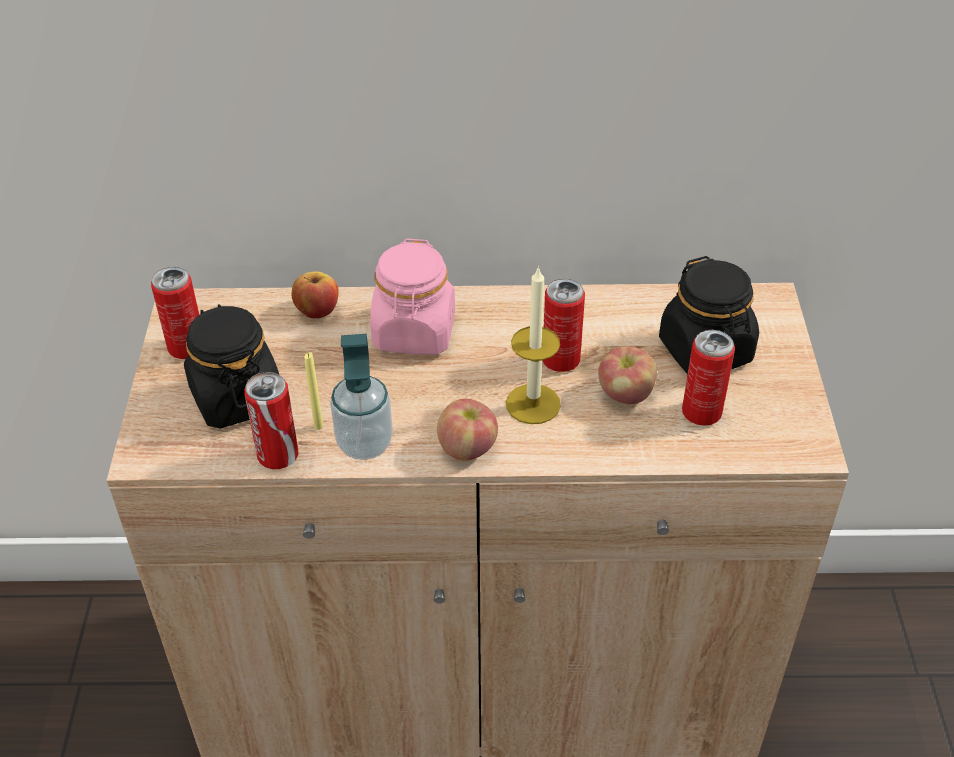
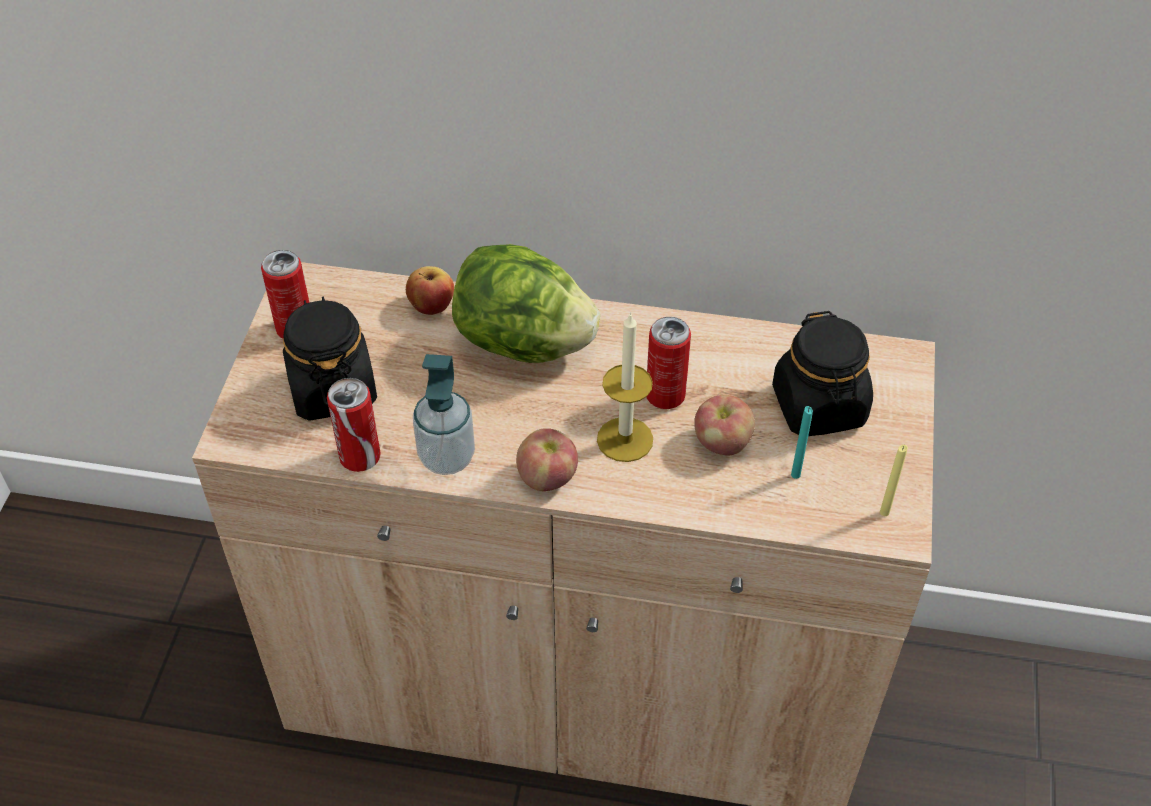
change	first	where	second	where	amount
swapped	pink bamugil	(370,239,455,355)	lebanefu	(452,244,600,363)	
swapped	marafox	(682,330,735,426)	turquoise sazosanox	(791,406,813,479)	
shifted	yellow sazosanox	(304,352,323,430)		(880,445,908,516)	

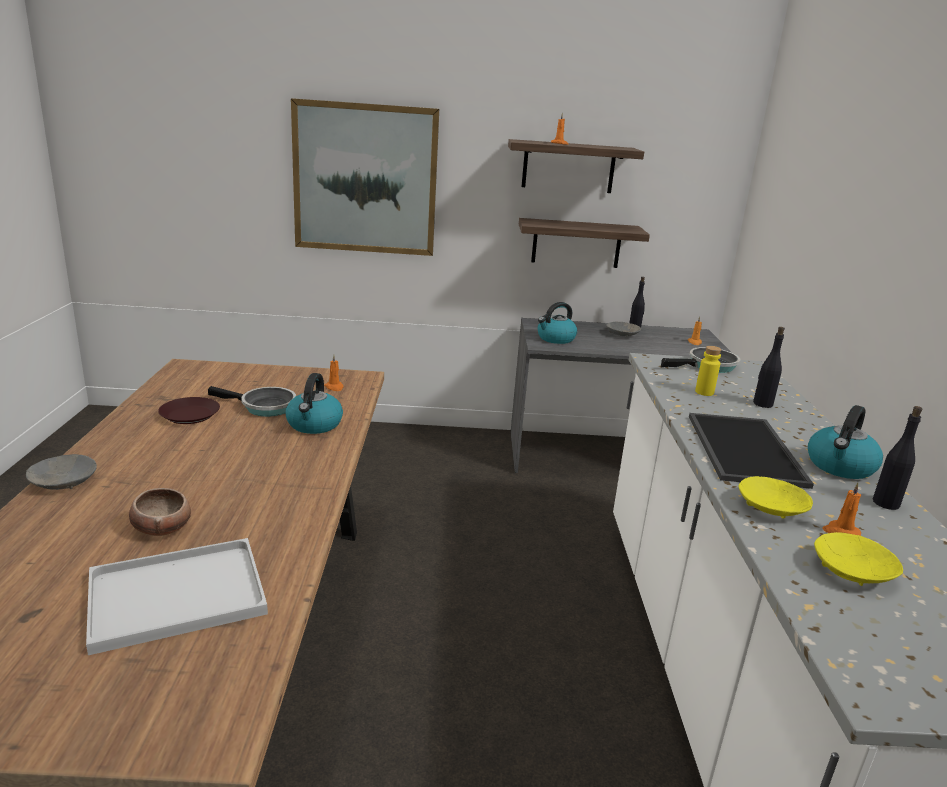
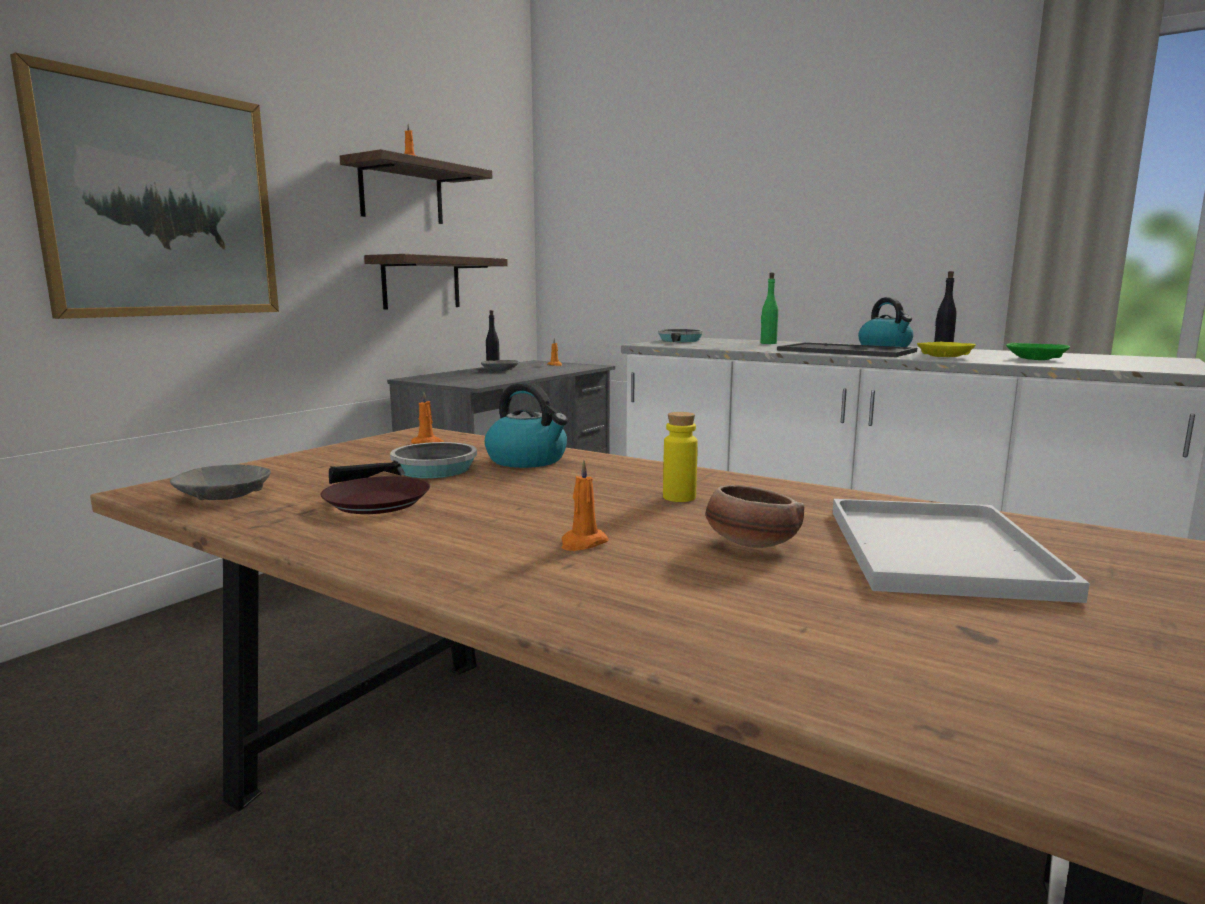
change	first	where	second	where	amount
gone	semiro	(538,302,577,344)			
repainted	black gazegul	(753,327,785,408)	green gazegul	(760,273,778,344)	
shifted	yellow gazegul	(695,346,722,396)		(663,412,698,502)	
shifted	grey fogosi	(26,454,97,490)		(170,465,271,500)	
shifted	orange sazosanox	(823,483,861,536)		(561,460,609,551)	
repainted	yellow fogosi	(814,532,903,586)	green fogosi	(1006,343,1070,360)	

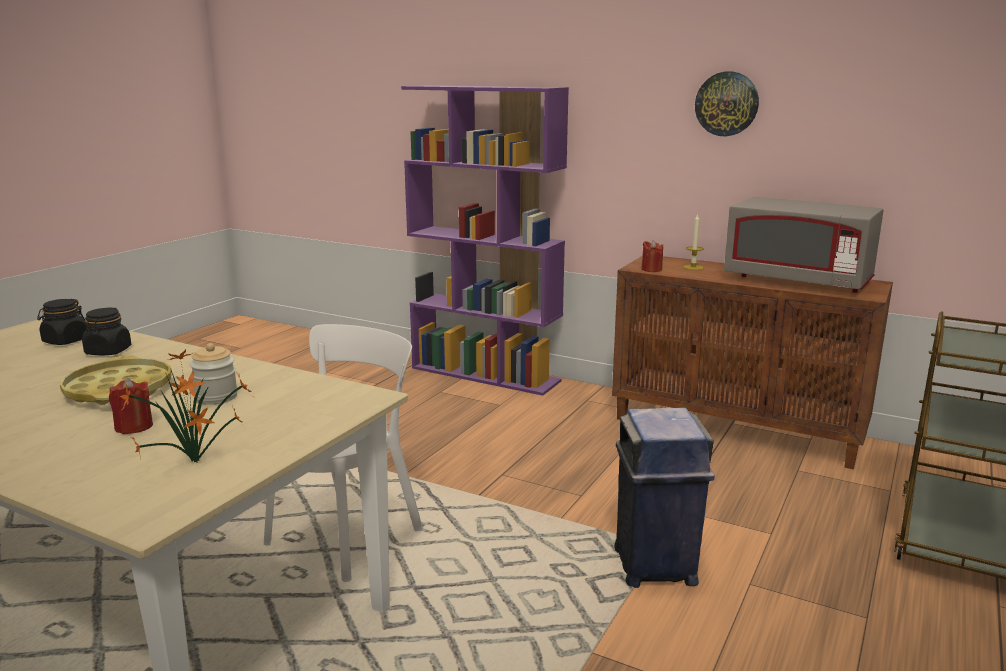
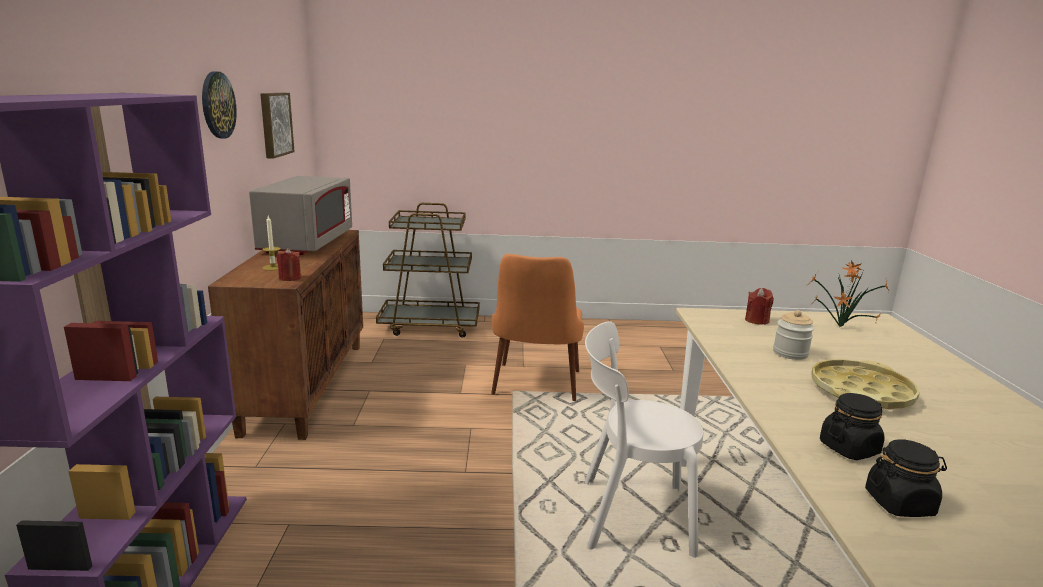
change	first	where	second	where	amount
shifted	red sazosanox	(109,378,153,434)		(745,288,774,325)	
swapped	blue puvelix	(615,408,715,588)	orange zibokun	(491,254,584,401)	
new			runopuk	(260,93,295,159)	

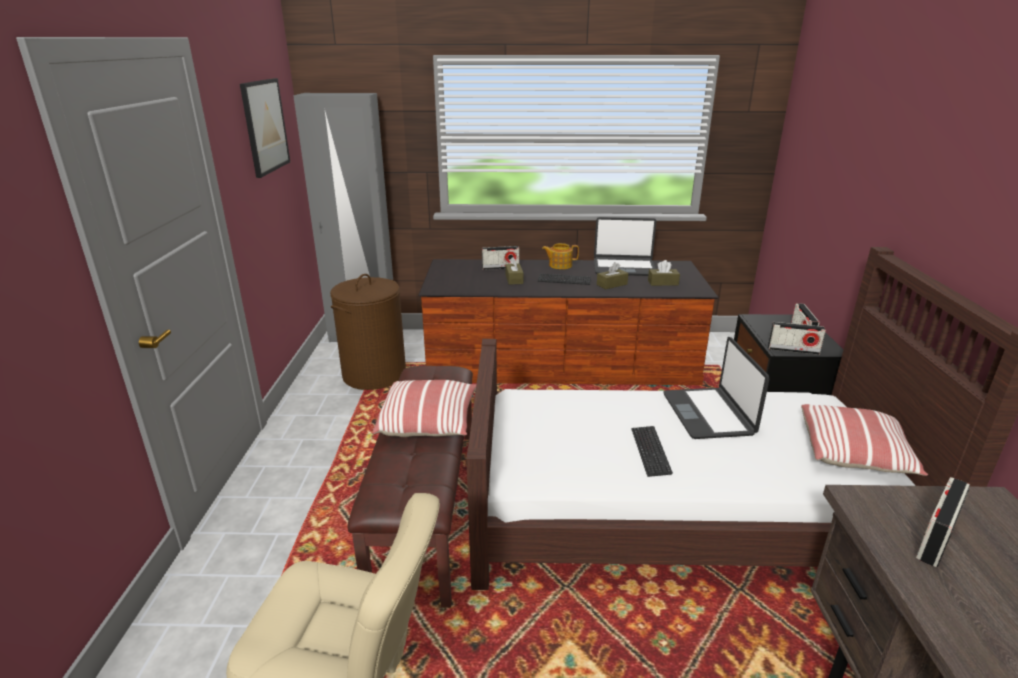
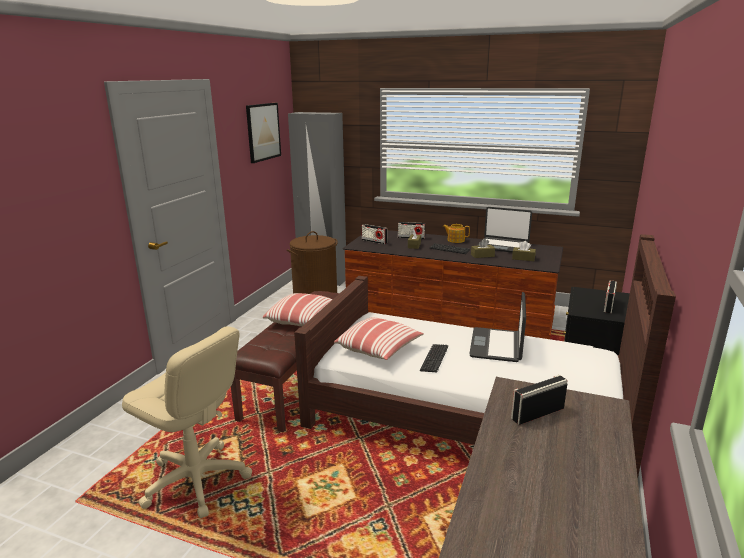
change	first	where	second	where	amount
shifted	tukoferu	(768,322,826,355)		(362,224,387,244)	
shifted	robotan	(801,404,928,476)		(334,317,424,360)	

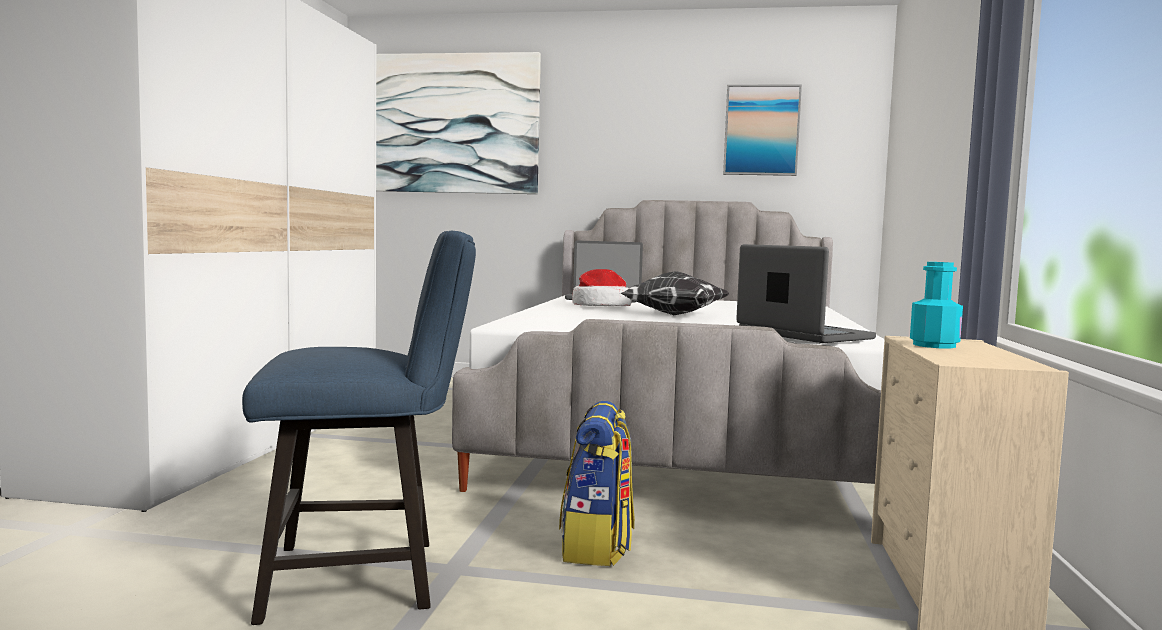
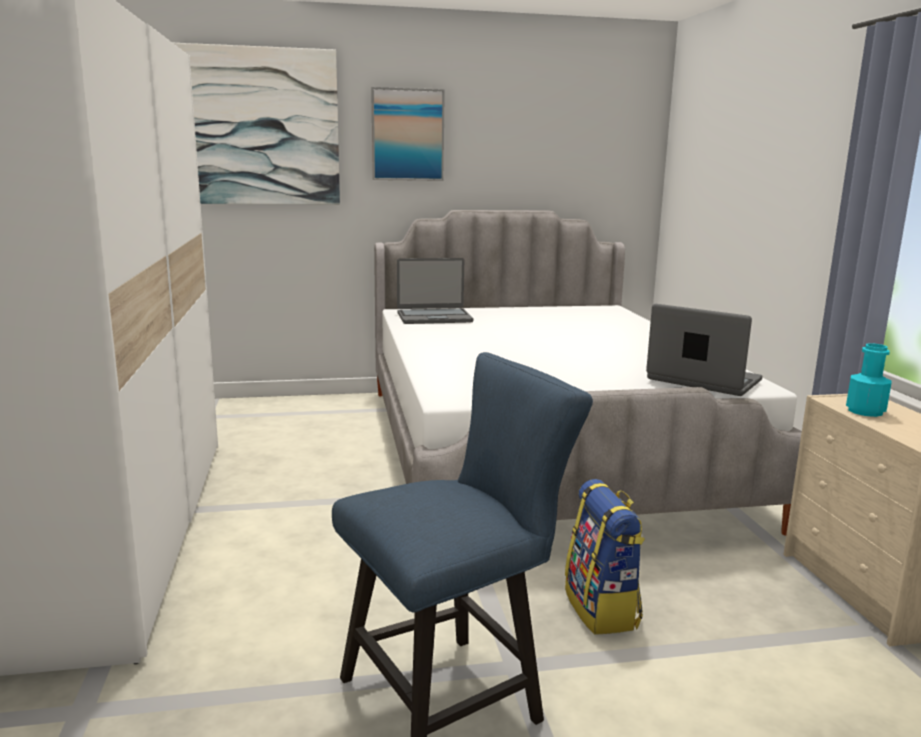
change	first	where	second	where	amount
shifted	runopuk	(723,84,802,176)		(371,87,445,181)	
gone	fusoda	(572,269,631,306)			
gone	robotan	(620,271,730,315)			

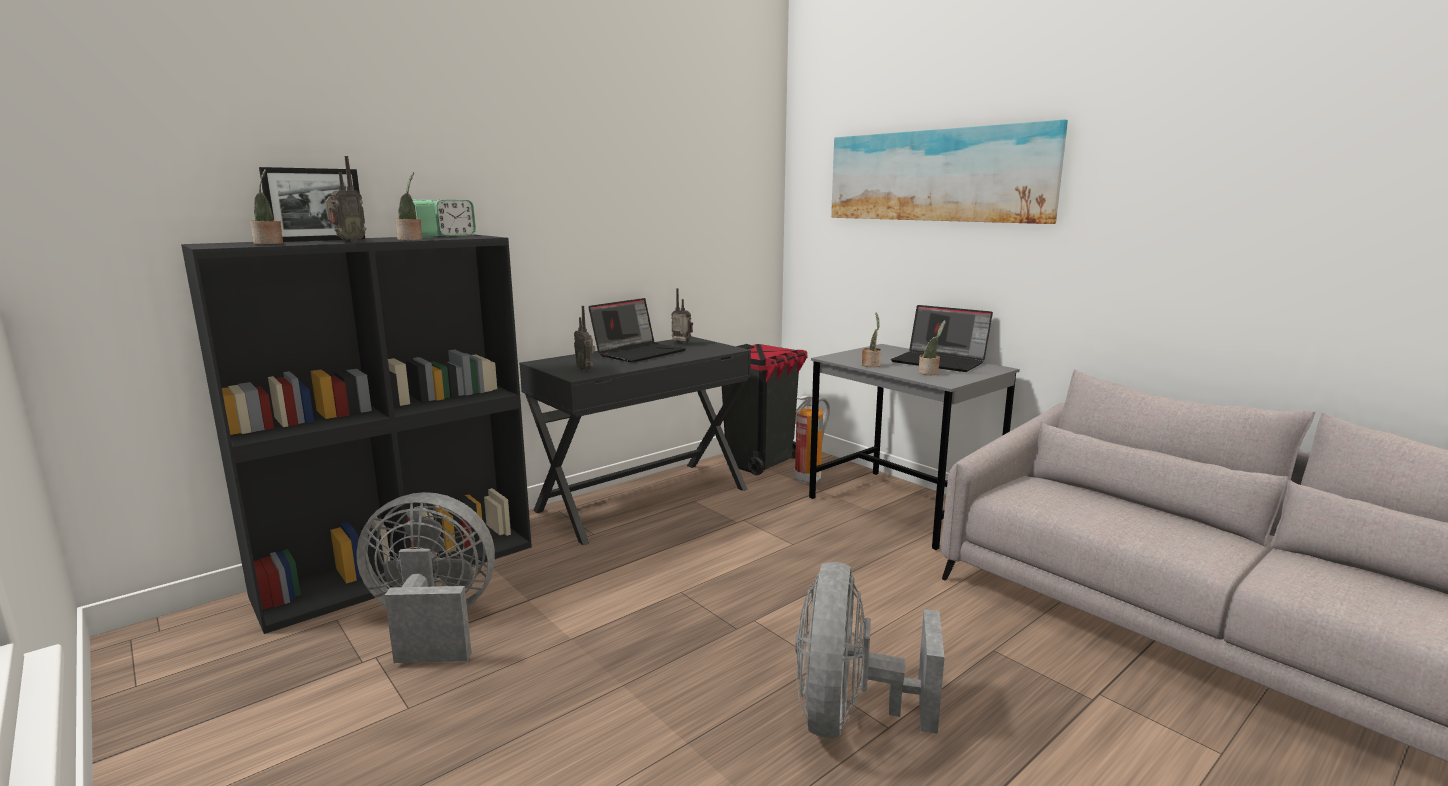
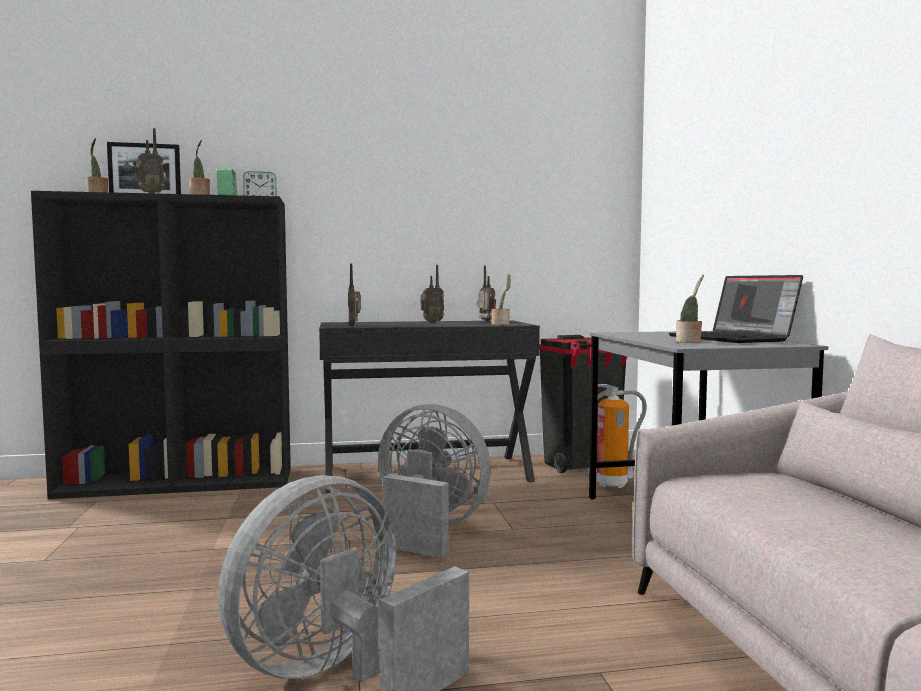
change	first	where	second	where	amount
gone	runopuk	(831,120,1068,224)			
swapped	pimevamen	(588,298,686,363)	tukoferu	(420,265,444,323)	
shifted	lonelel	(862,313,882,367)		(491,274,511,325)	
shifted	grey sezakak	(356,492,495,663)		(378,404,491,558)	

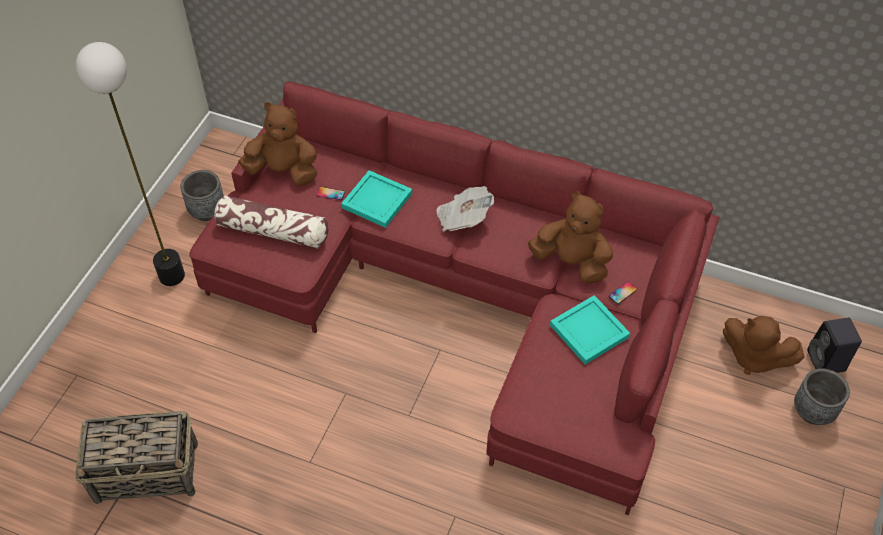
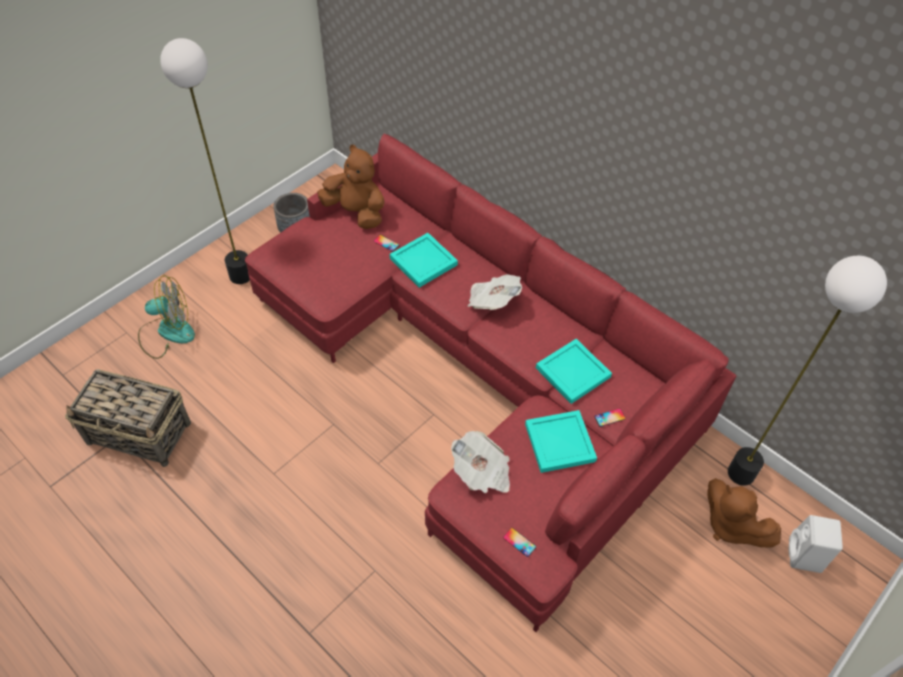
change	first	where	second	where	amount
swapped	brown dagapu	(528,191,613,284)	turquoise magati	(536,339,612,404)	
gone	robotan	(214,195,328,248)			
repainted	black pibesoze	(807,318,862,373)	white pibesoze	(789,515,843,573)	
gone	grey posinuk	(794,368,850,425)			
new			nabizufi	(728,256,887,486)	
new			sezakak	(138,275,195,359)	
new			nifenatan	(451,431,510,493)	
new			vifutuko	(503,528,536,557)	

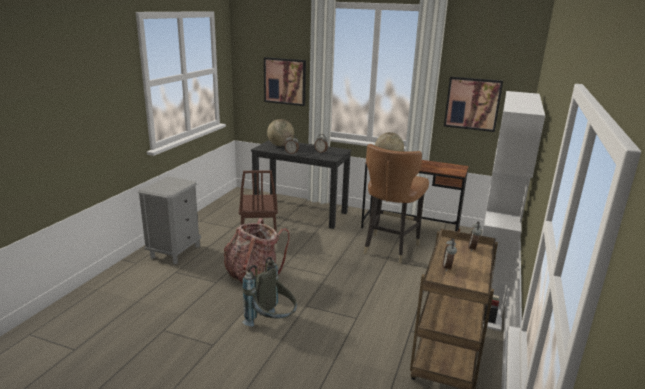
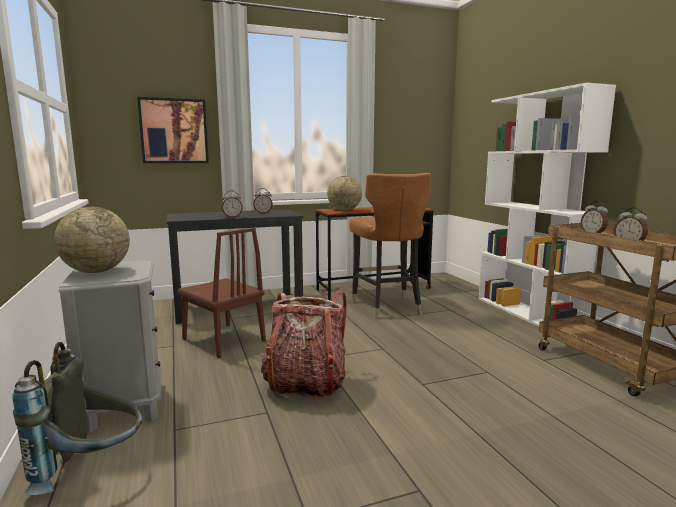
change	first	where	second	where	amount
gone	runopuk	(444,77,503,132)			
shifted	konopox	(267,119,294,146)		(54,206,130,273)	
shifted	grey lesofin	(242,257,297,326)		(13,342,142,495)	

